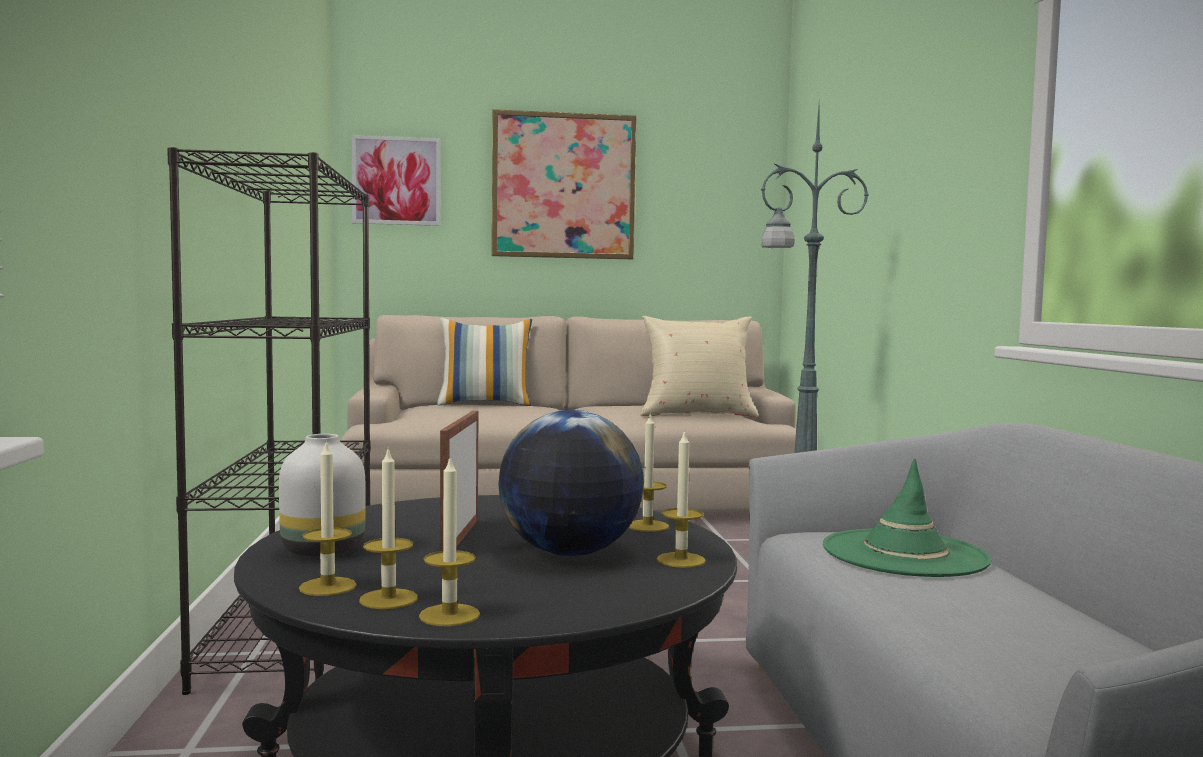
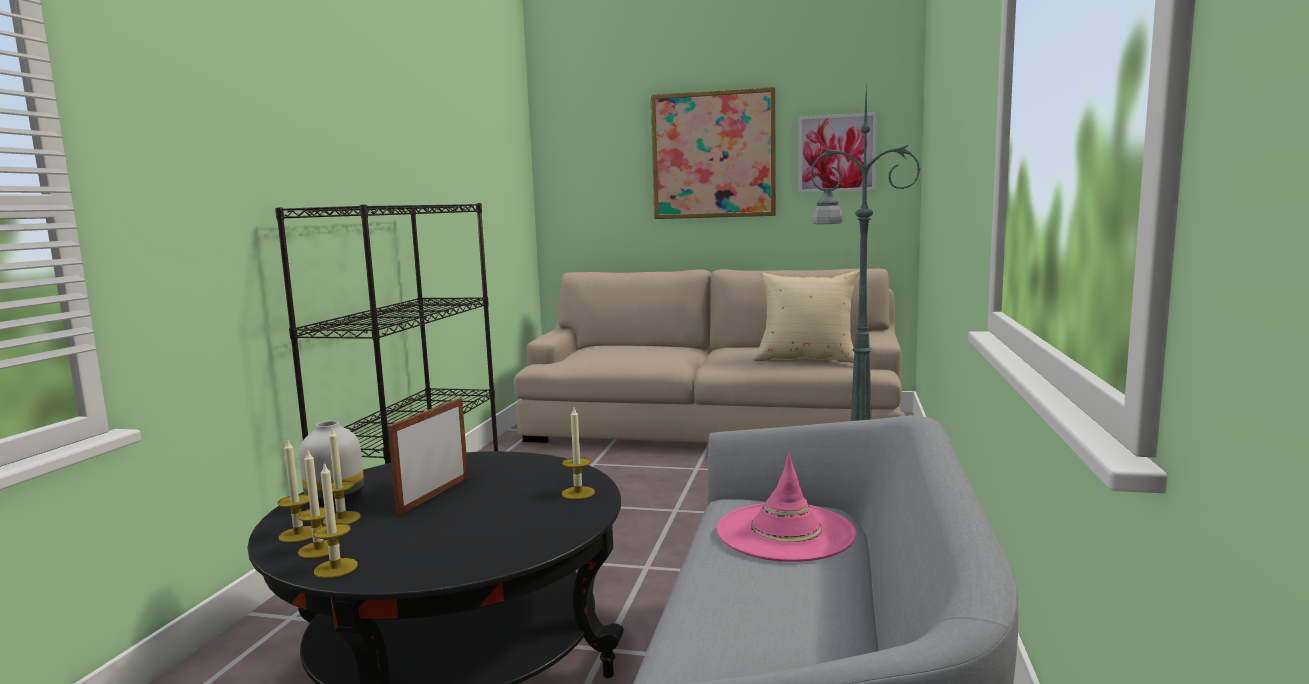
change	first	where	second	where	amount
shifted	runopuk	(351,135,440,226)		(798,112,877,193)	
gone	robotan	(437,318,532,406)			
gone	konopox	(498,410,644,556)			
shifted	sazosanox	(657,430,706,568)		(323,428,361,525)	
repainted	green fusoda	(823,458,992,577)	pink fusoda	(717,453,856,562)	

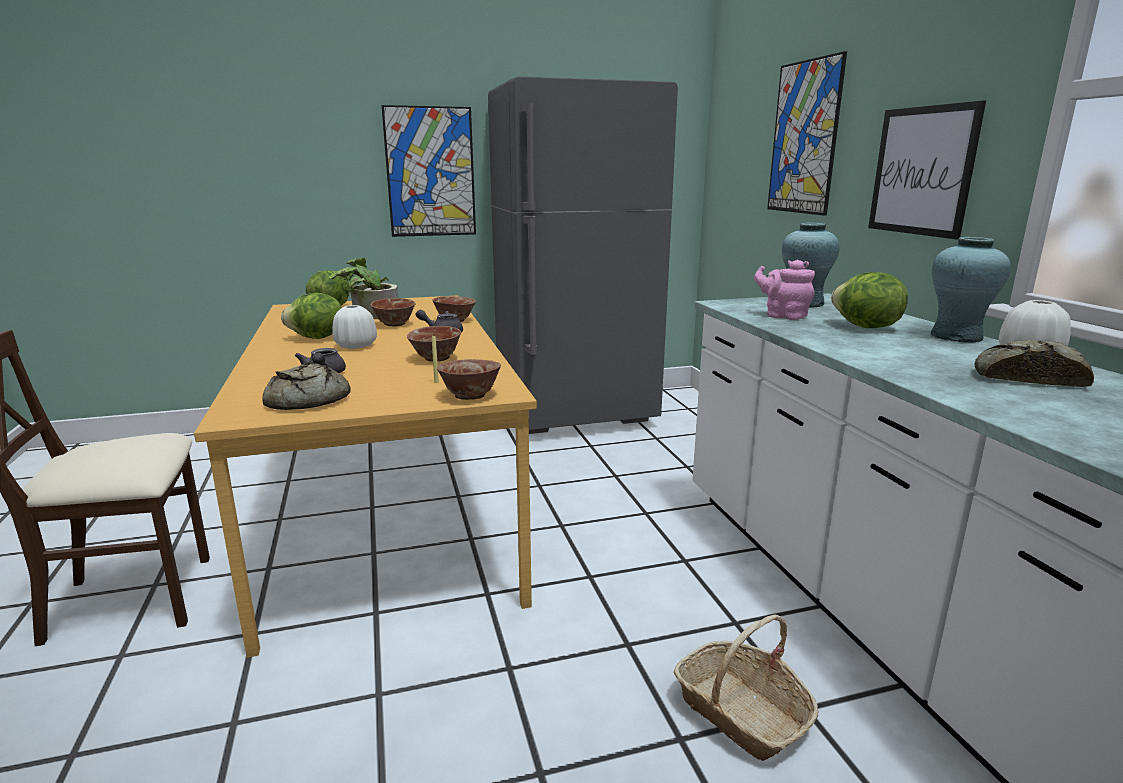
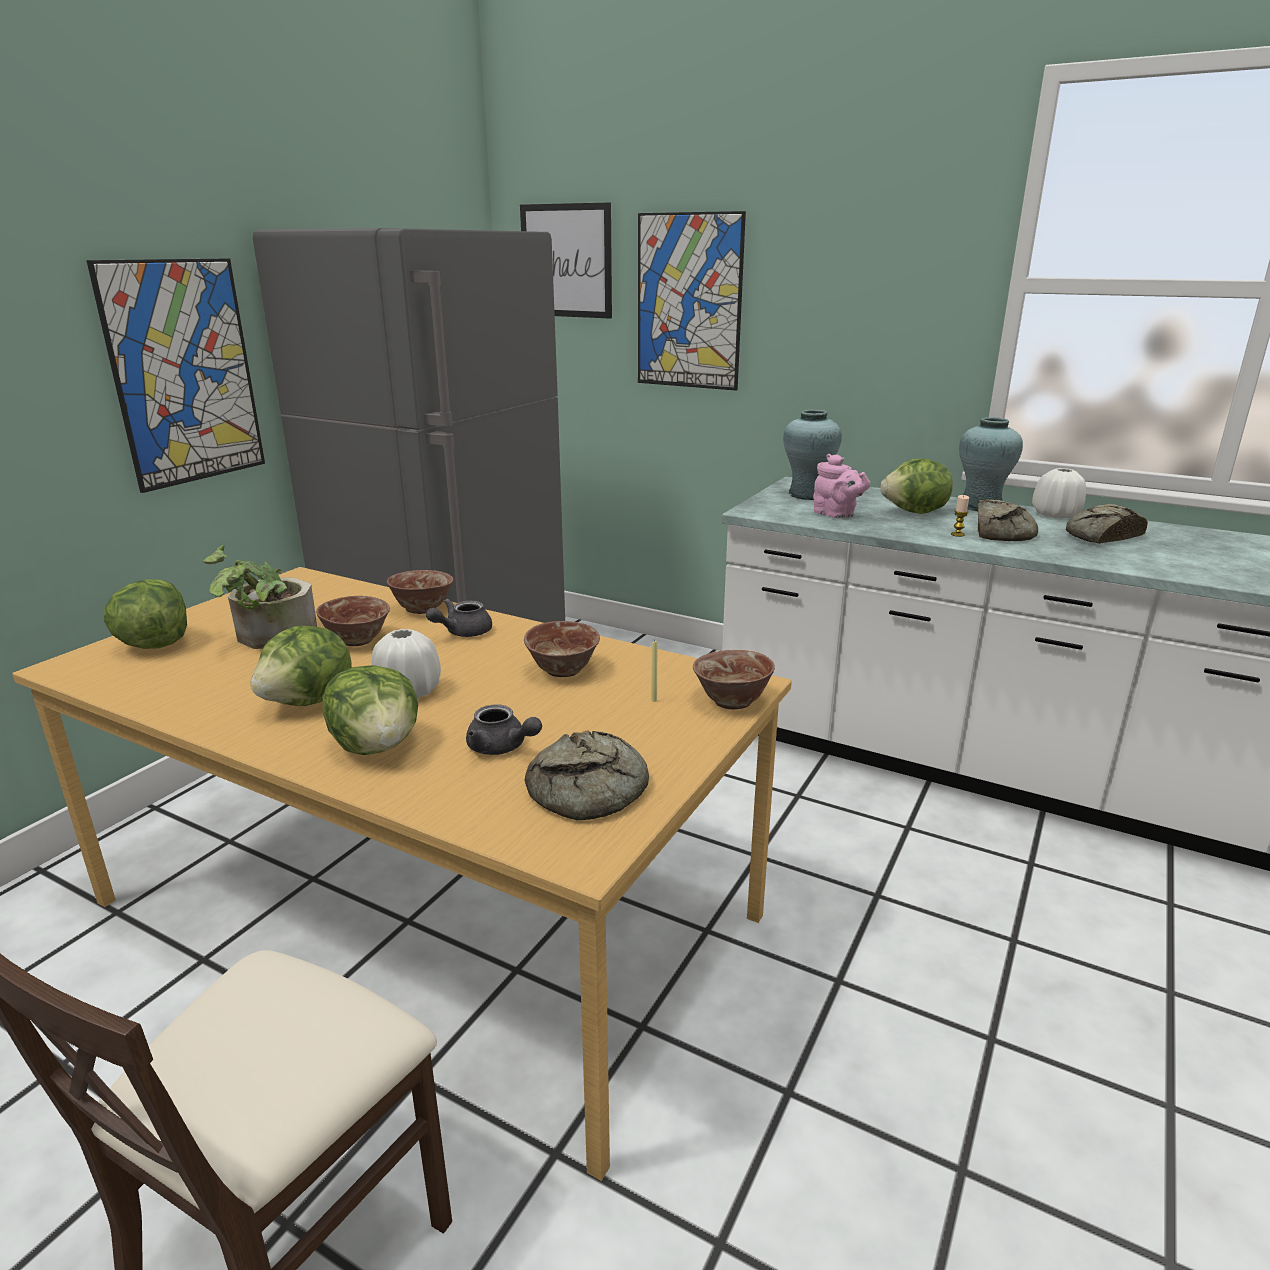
change	first	where	second	where	amount
shifted	runopuk	(868,101,986,239)		(520,203,612,319)	
rotated	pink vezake	(754,260,815,320)		(813,454,870,518)	120 degrees counterclockwise
gone	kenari	(673,614,819,761)			
new			sazosanox	(951,495,969,537)	
new			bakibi	(978,499,1038,541)	
new			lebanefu	(322,665,418,755)	

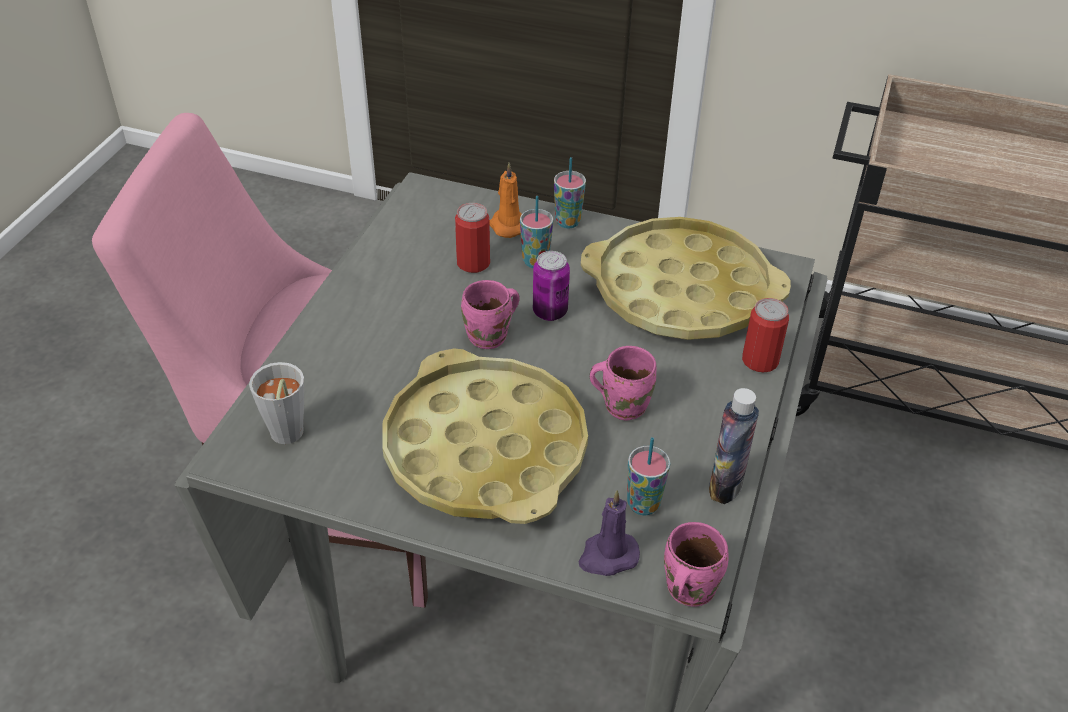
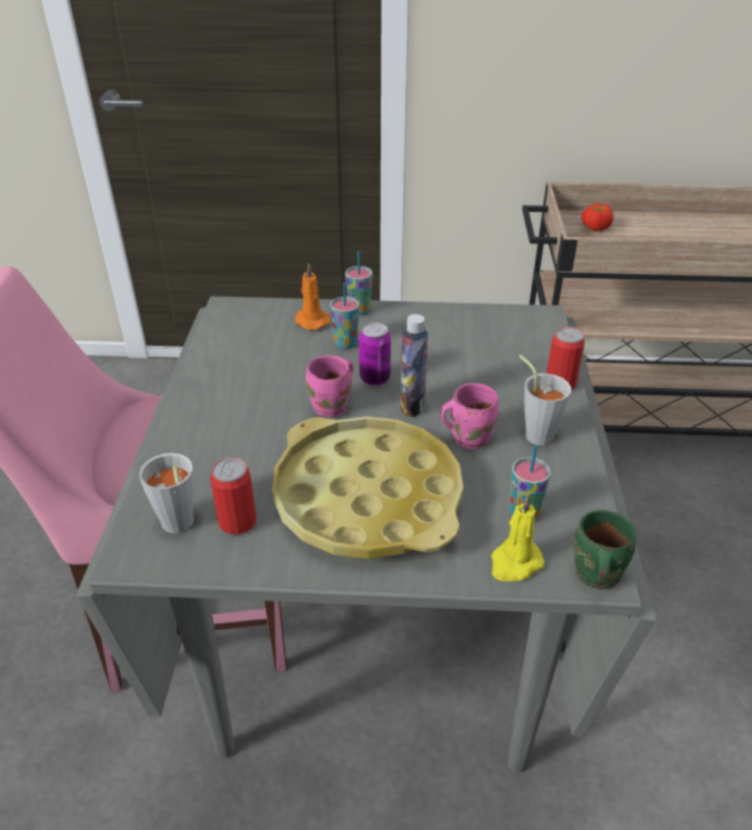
change	first	where	second	where	amount
shifted	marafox	(455,203,490,273)		(210,457,257,534)	
gone	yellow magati	(581,217,791,340)			
shifted	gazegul	(709,388,759,504)		(400,314,428,417)	
repainted	purple sazosanox	(578,490,640,576)	yellow sazosanox	(491,495,545,581)	
repainted	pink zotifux	(664,522,729,607)	green zotifux	(575,510,636,589)	
new			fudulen	(582,203,613,231)	
new			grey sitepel	(519,355,571,445)	

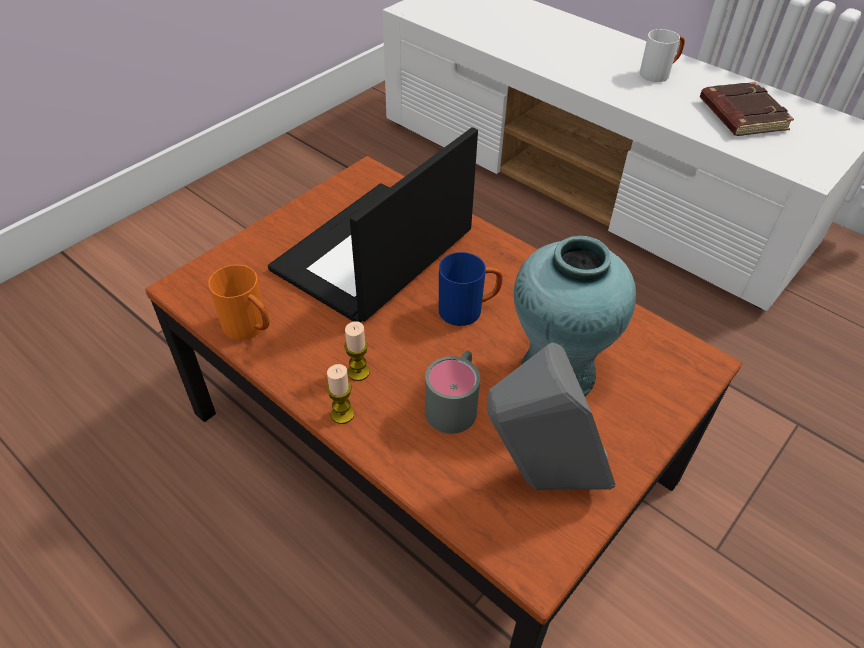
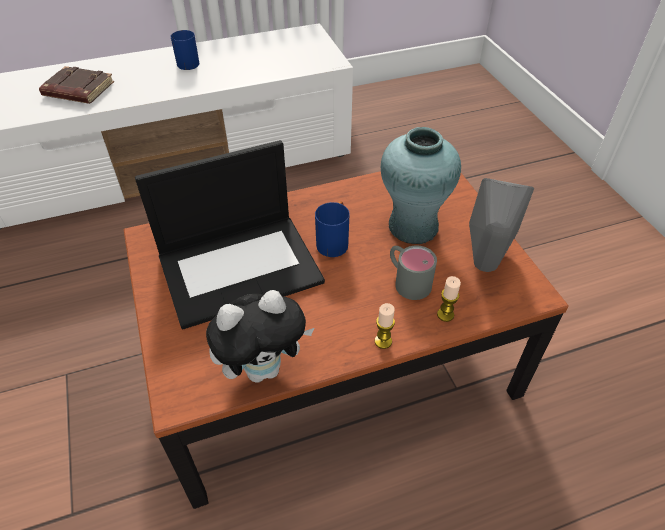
change	first	where	second	where	amount
repainted	white zotifux	(639,29,685,82)	blue zotifux	(171,30,199,70)	
shifted	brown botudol	(700,82,794,136)		(39,66,114,104)	
rotated	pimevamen	(268,127,478,322)		(135,140,325,330)	90 degrees counterclockwise
swapped	orange zotifux	(209,265,269,340)	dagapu	(206,290,314,383)	
shifted	sazosanox	(344,321,370,381)		(437,276,461,322)	

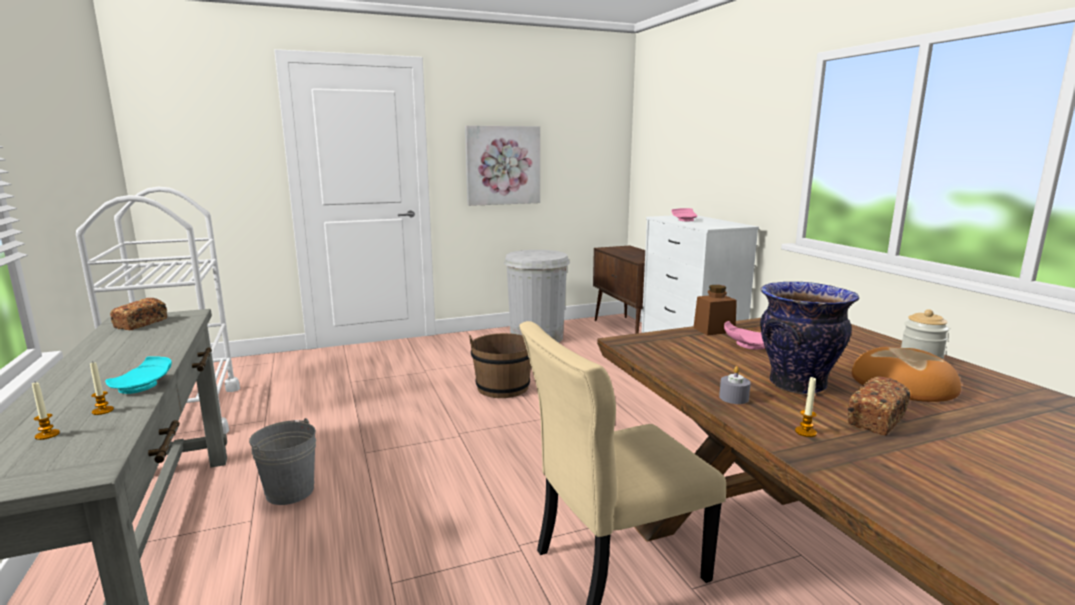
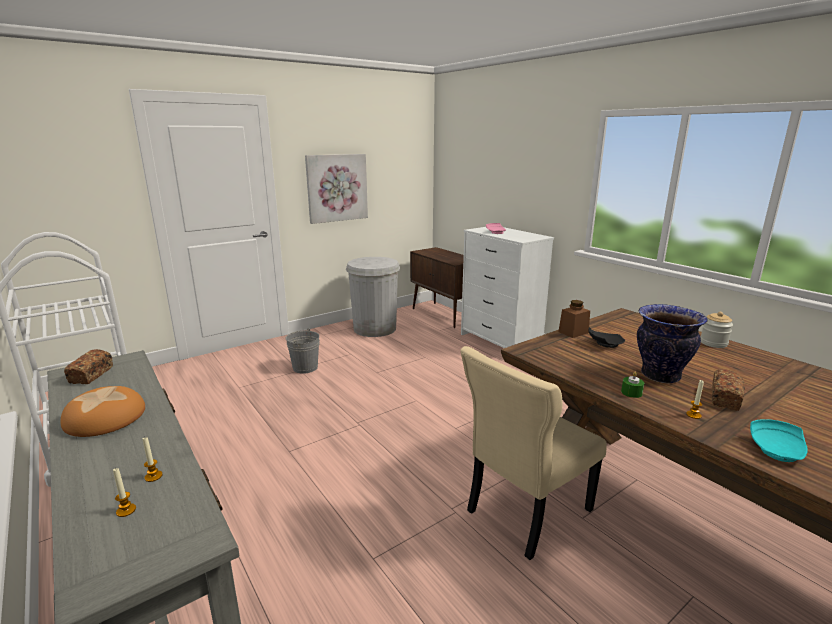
change	first	where	second	where	amount
repainted	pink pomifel	(724,321,765,350)	black pomifel	(588,327,625,348)	
gone	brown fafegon	(469,333,531,398)			
shifted	bakibi	(852,347,961,402)		(60,386,145,437)	
shifted	turquoise pomifel	(105,356,172,394)		(750,419,808,462)	
repainted	grey sazosanox	(719,366,751,404)	green sazosanox	(621,372,644,398)	
shifted	grey fafegon	(249,418,316,505)		(286,328,320,374)	

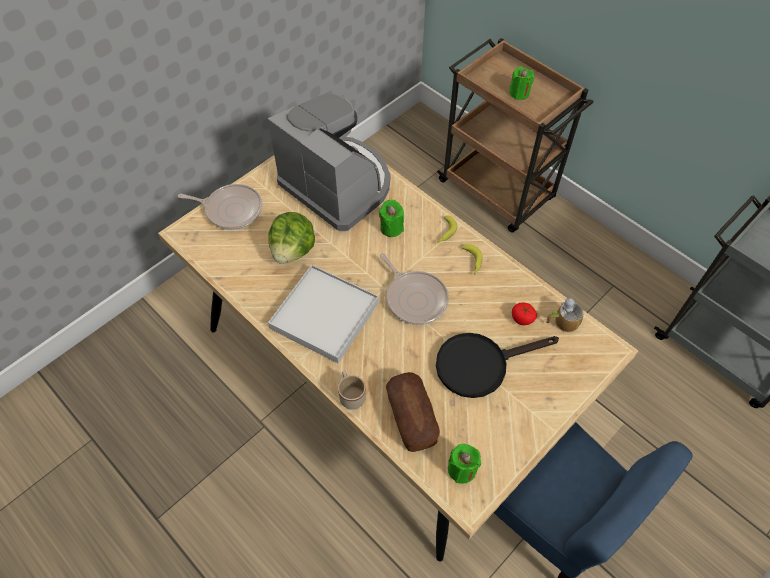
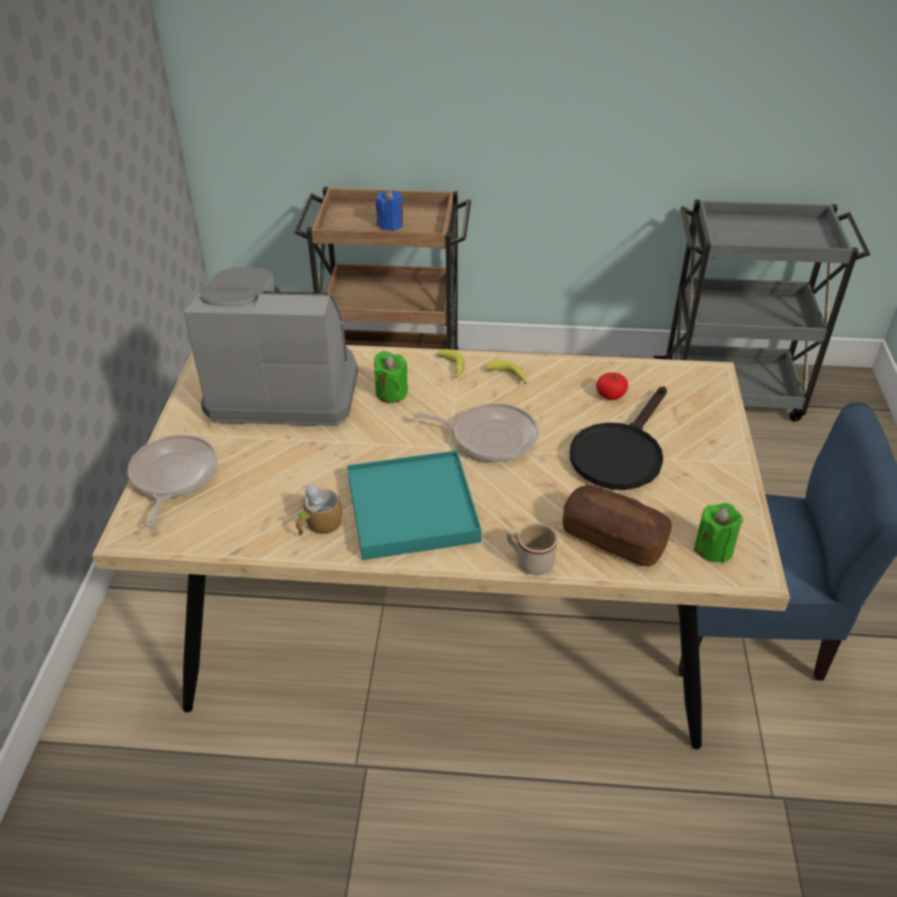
change	first	where	second	where	amount
repainted	green sazosanox	(509,67,534,100)	blue sazosanox	(376,190,403,231)	
rotated	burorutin	(178,184,262,230)		(128,434,217,526)	60 degrees counterclockwise
gone	lebanefu	(268,212,315,264)			
repainted	white magati	(268,265,379,363)	turquoise magati	(347,450,481,560)	
shifted	zotifux	(546,298,583,332)		(296,485,342,536)	

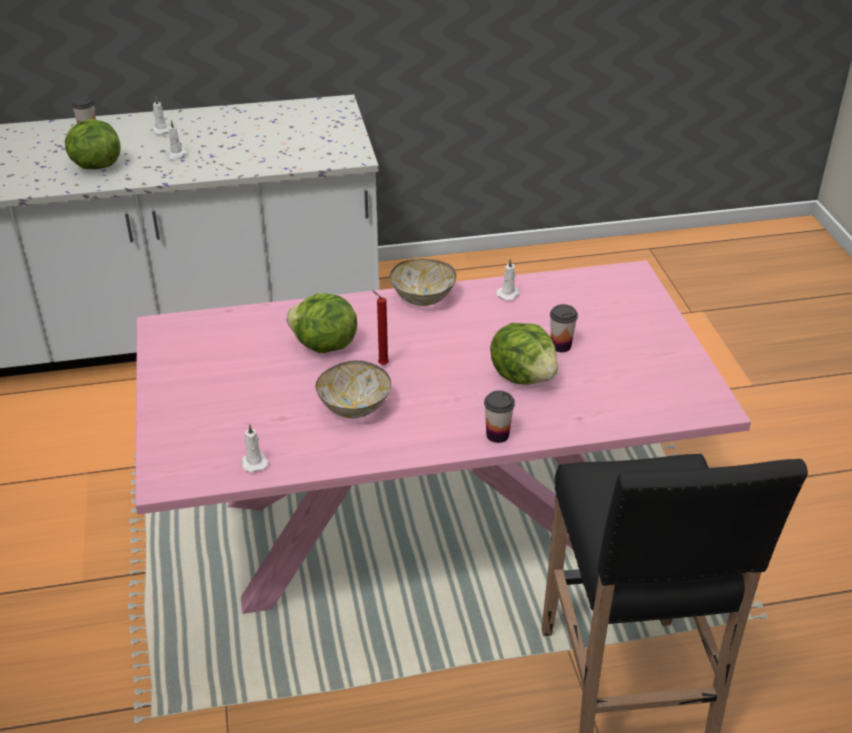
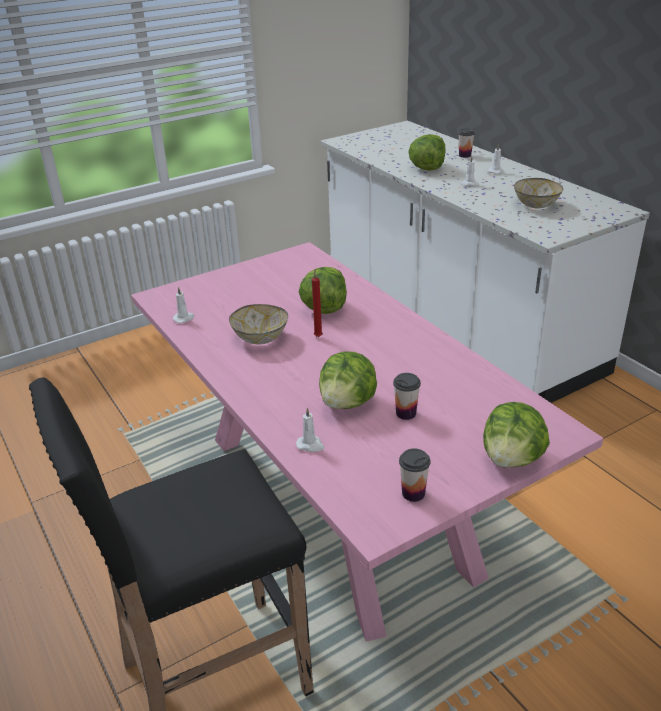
change	first	where	second	where	amount
shifted	white sazosanox	(496,258,520,301)		(296,408,324,452)	
shifted	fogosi	(389,259,457,306)		(514,178,563,208)	
shifted	sitepel	(484,391,515,443)		(399,448,430,502)	
new			lebanefu	(483,402,550,468)	

